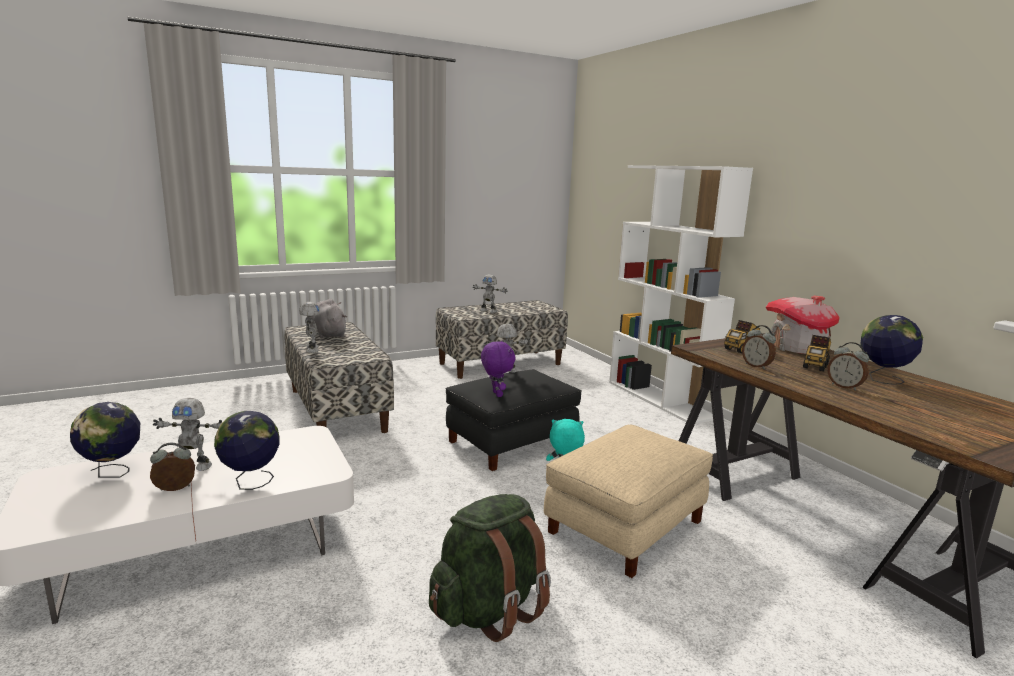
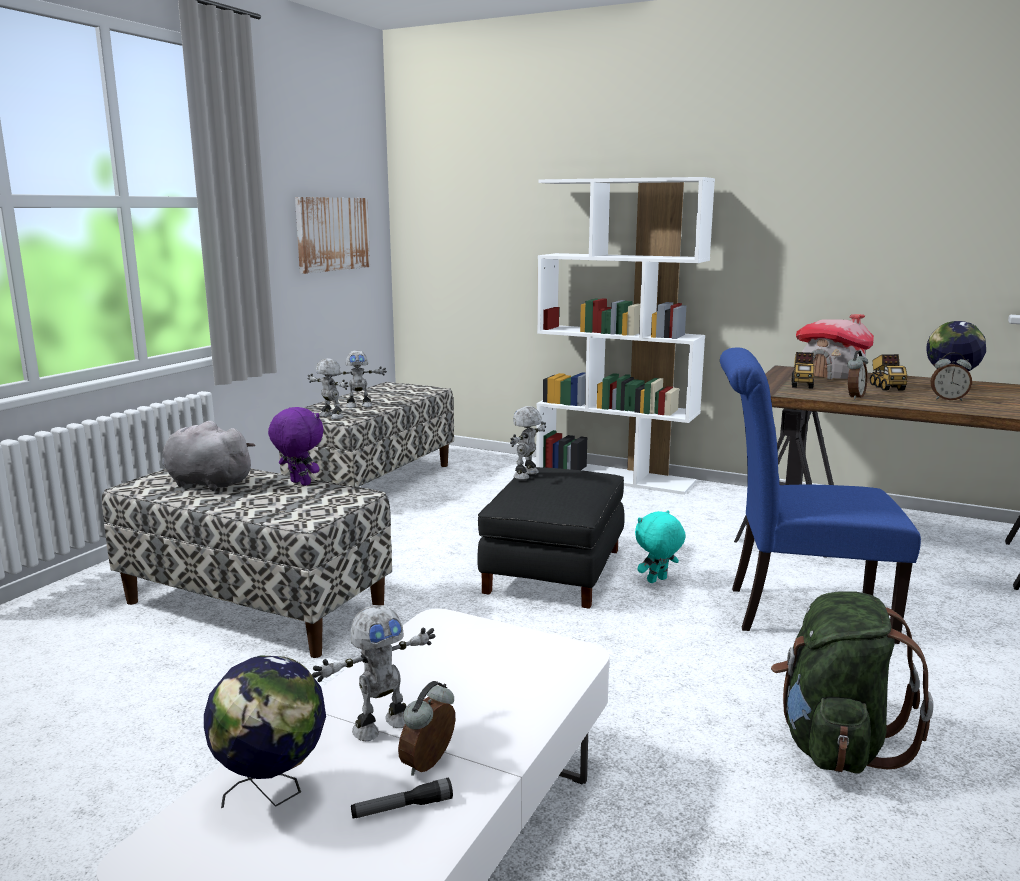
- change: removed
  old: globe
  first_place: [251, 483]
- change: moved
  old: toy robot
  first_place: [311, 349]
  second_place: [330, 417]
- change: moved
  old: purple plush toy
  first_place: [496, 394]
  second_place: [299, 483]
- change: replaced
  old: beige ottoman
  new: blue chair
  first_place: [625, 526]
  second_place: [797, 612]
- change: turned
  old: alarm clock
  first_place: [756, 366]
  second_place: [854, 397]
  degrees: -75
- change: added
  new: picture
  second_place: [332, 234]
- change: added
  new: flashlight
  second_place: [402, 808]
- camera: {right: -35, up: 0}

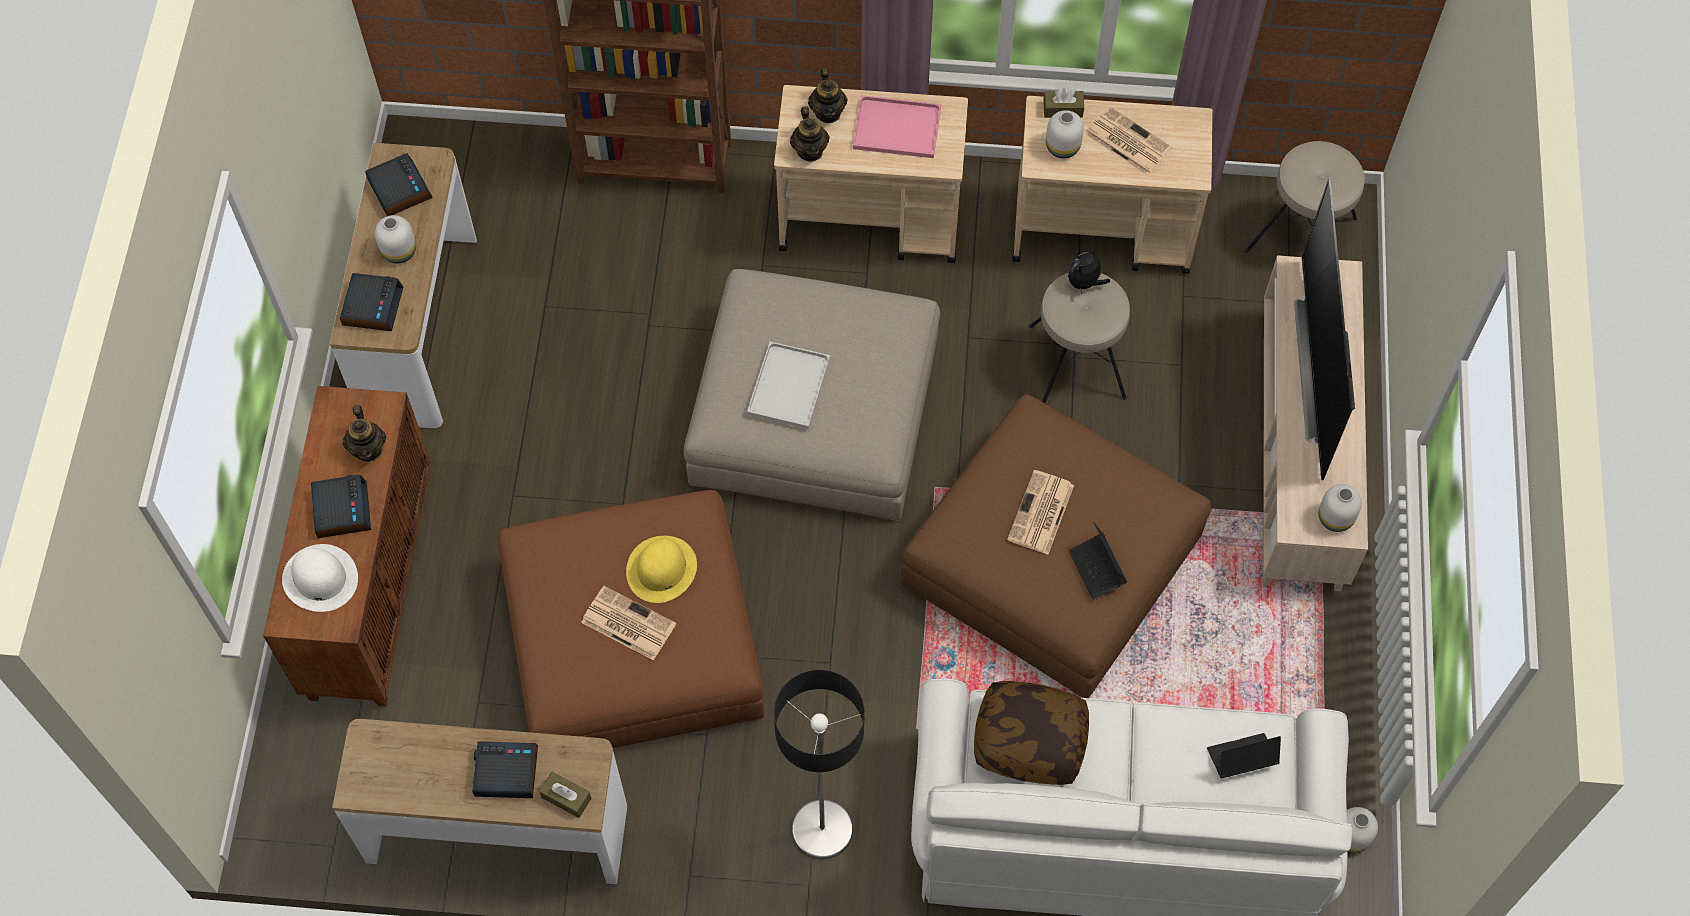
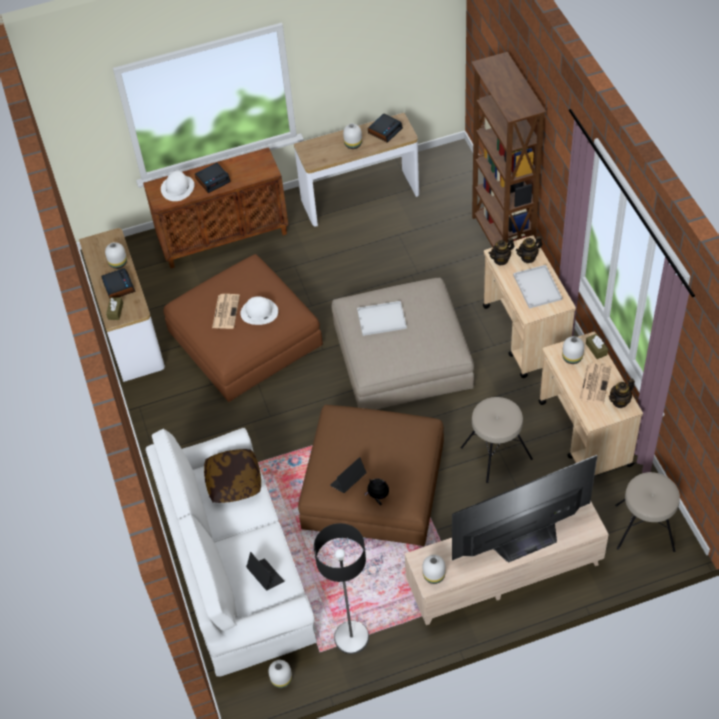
- change: removed
  old: alarm clock
  first_place: [372, 306]
- change: moved
  old: teapot
  first_place: [368, 449]
  second_place: [620, 401]
- change: recoloured
  old: yellow hat
  new: white hat
  first_place: [661, 569]
  second_place: [259, 312]
- change: moved
  old: floor lamp
  first_place: [821, 830]
  second_place: [351, 637]
- change: recoloured
  old: pink tray
  new: white tray
  first_place: [895, 129]
  second_place: [536, 286]
- change: removed
  old: newspaper
  first_place: [1041, 514]
- change: moved
  old: plush toy
  first_place: [1085, 283]
  second_place: [378, 496]
- change: added
  new: white vase
  second_place: [118, 263]
- camera: {right: 70, up: -10}

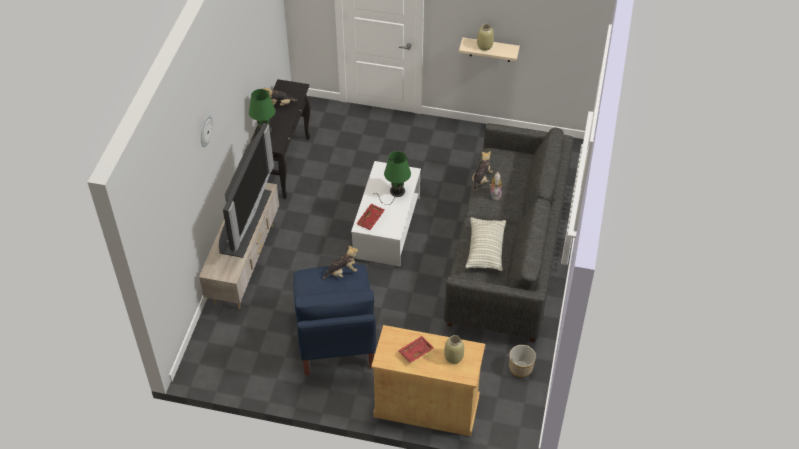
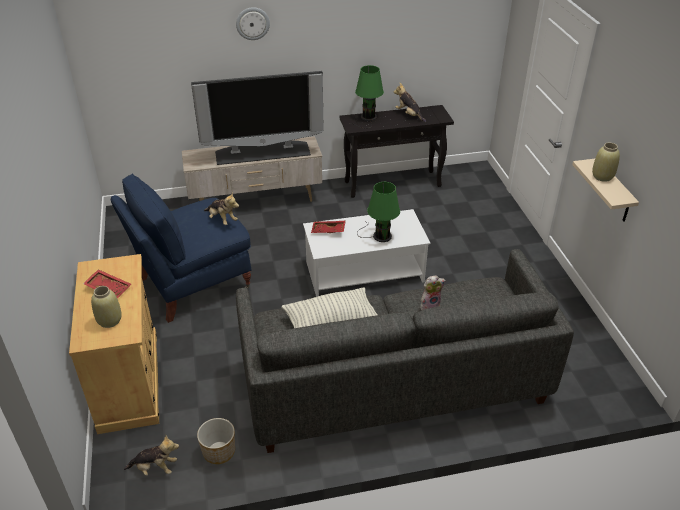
- change: moved
  old: plush toy
  first_place: [481, 180]
  second_place: [155, 468]
- camera: {right: 65, up: -10}

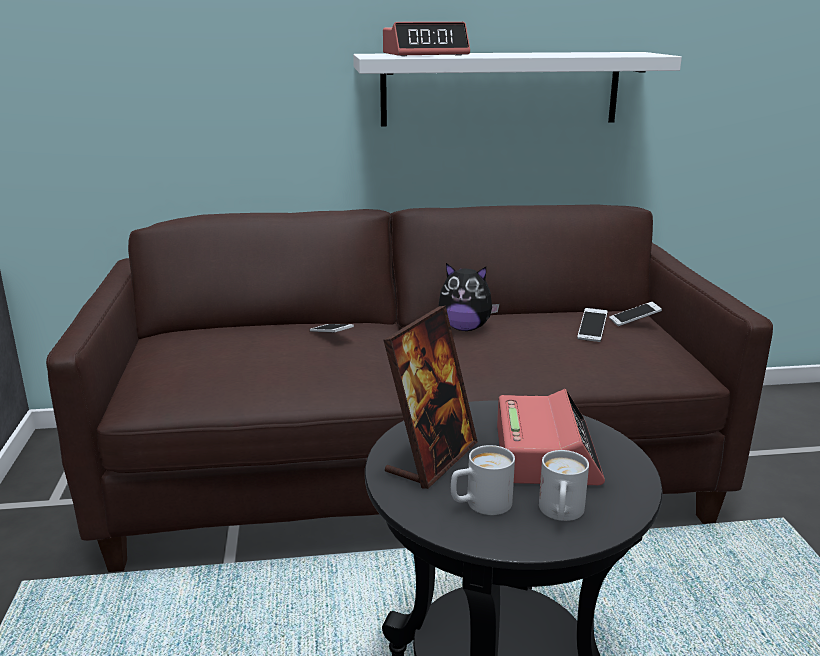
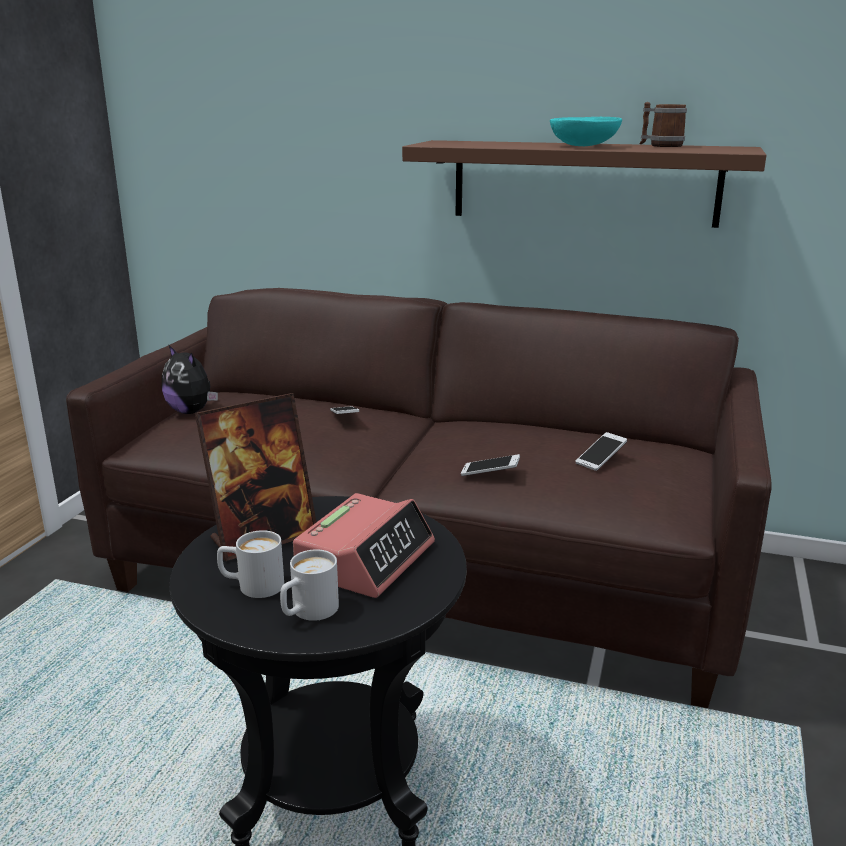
- change: recoloured
  old: white shelf
  new: brown shelf
  first_place: [500, 89]
  second_place: [584, 182]
- change: removed
  old: alarm clock
  first_place: [425, 54]
- change: moved
  old: plush toy
  first_place: [465, 328]
  second_place: [191, 411]
- change: moved
  old: phone
  first_place: [634, 321]
  second_place: [490, 473]
- change: added
  new: turquoise bowl
  second_place: [584, 146]
- change: added
  new: mug
  second_place: [660, 145]
- camera: {right: 25, up: 0}

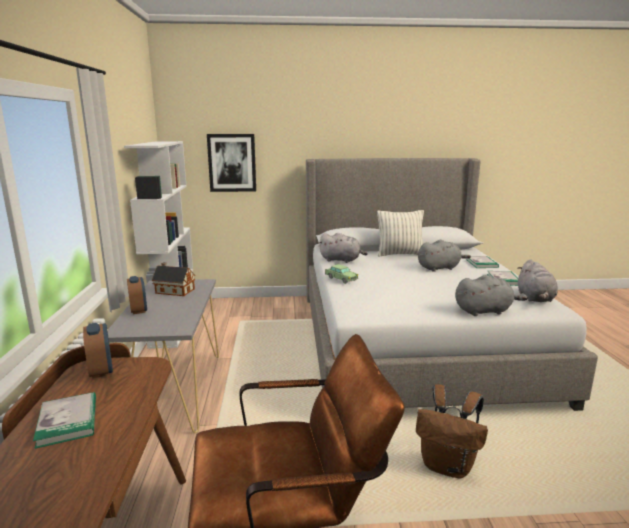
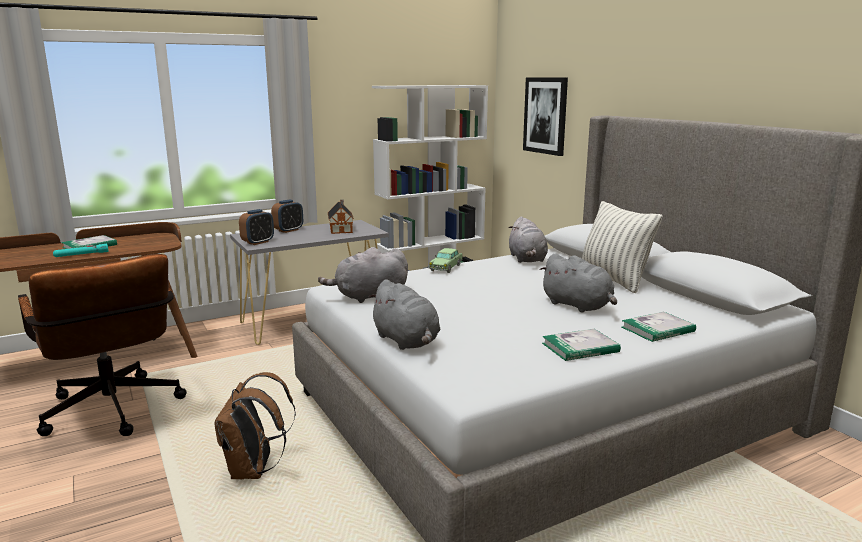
- change: moved
  old: alarm clock
  first_place: [101, 370]
  second_place: [258, 242]
- change: moved
  old: grey plush toy
  first_place: [535, 298]
  second_place: [368, 296]
- change: added
  new: turquoise flashlight
  second_place: [81, 254]
- camera: {right: 65, up: 0}

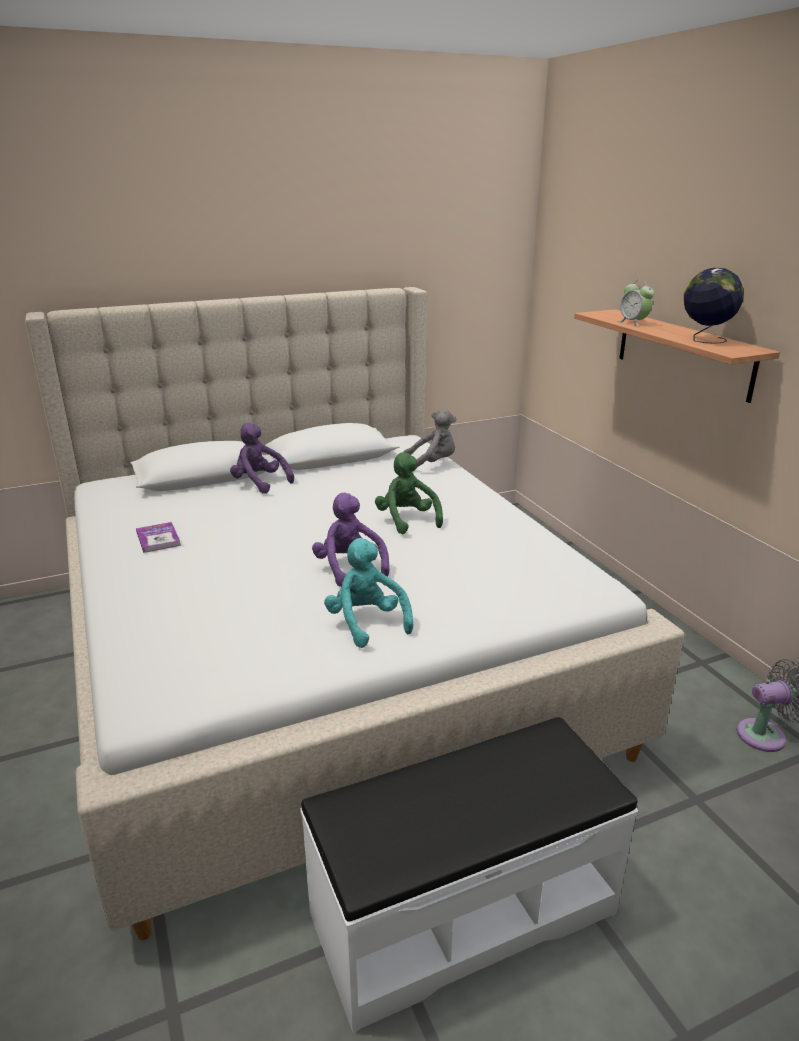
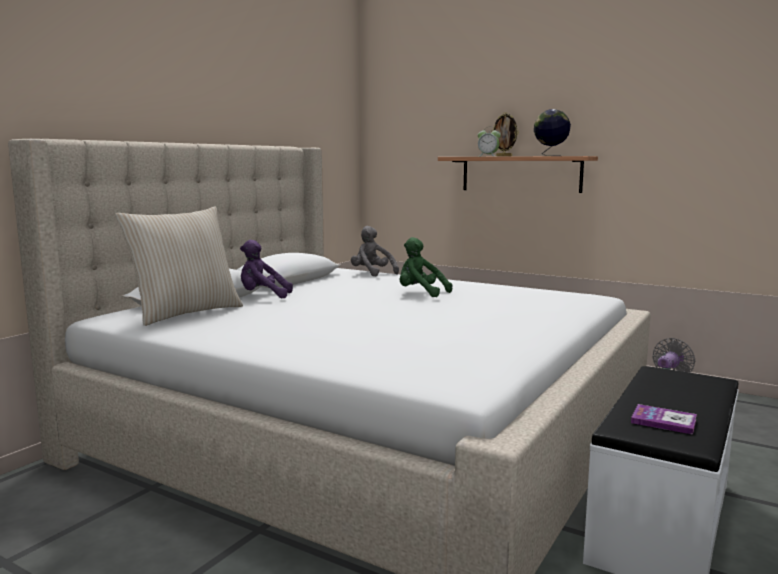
- change: moved
  old: book
  first_place: [158, 539]
  second_place: [663, 421]
- change: removed
  old: purple plush toy
  first_place: [349, 568]
- change: removed
  old: turquoise plush toy
  first_place: [366, 623]
- change: turned
  old: grey plush toy
  first_place: [432, 464]
  second_place: [372, 273]
  degrees: -90
- change: added
  new: beige pillow
  second_place: [185, 313]
- change: added
  new: picture frame
  second_place: [504, 156]
- camera: {right: -35, up: -15}

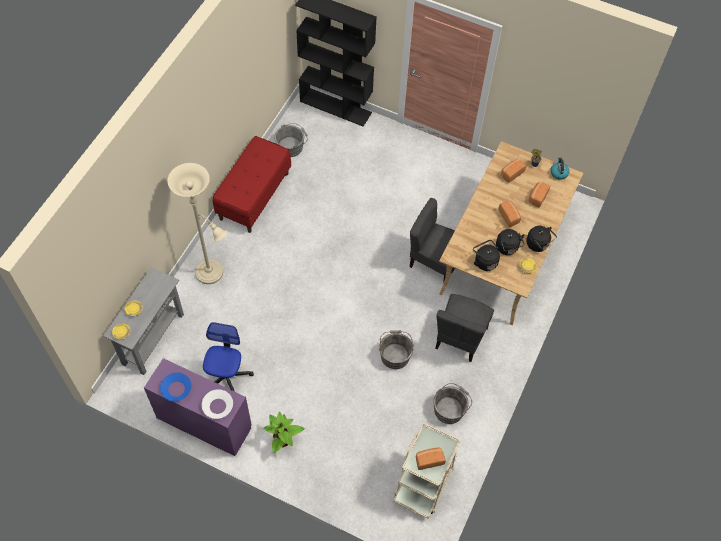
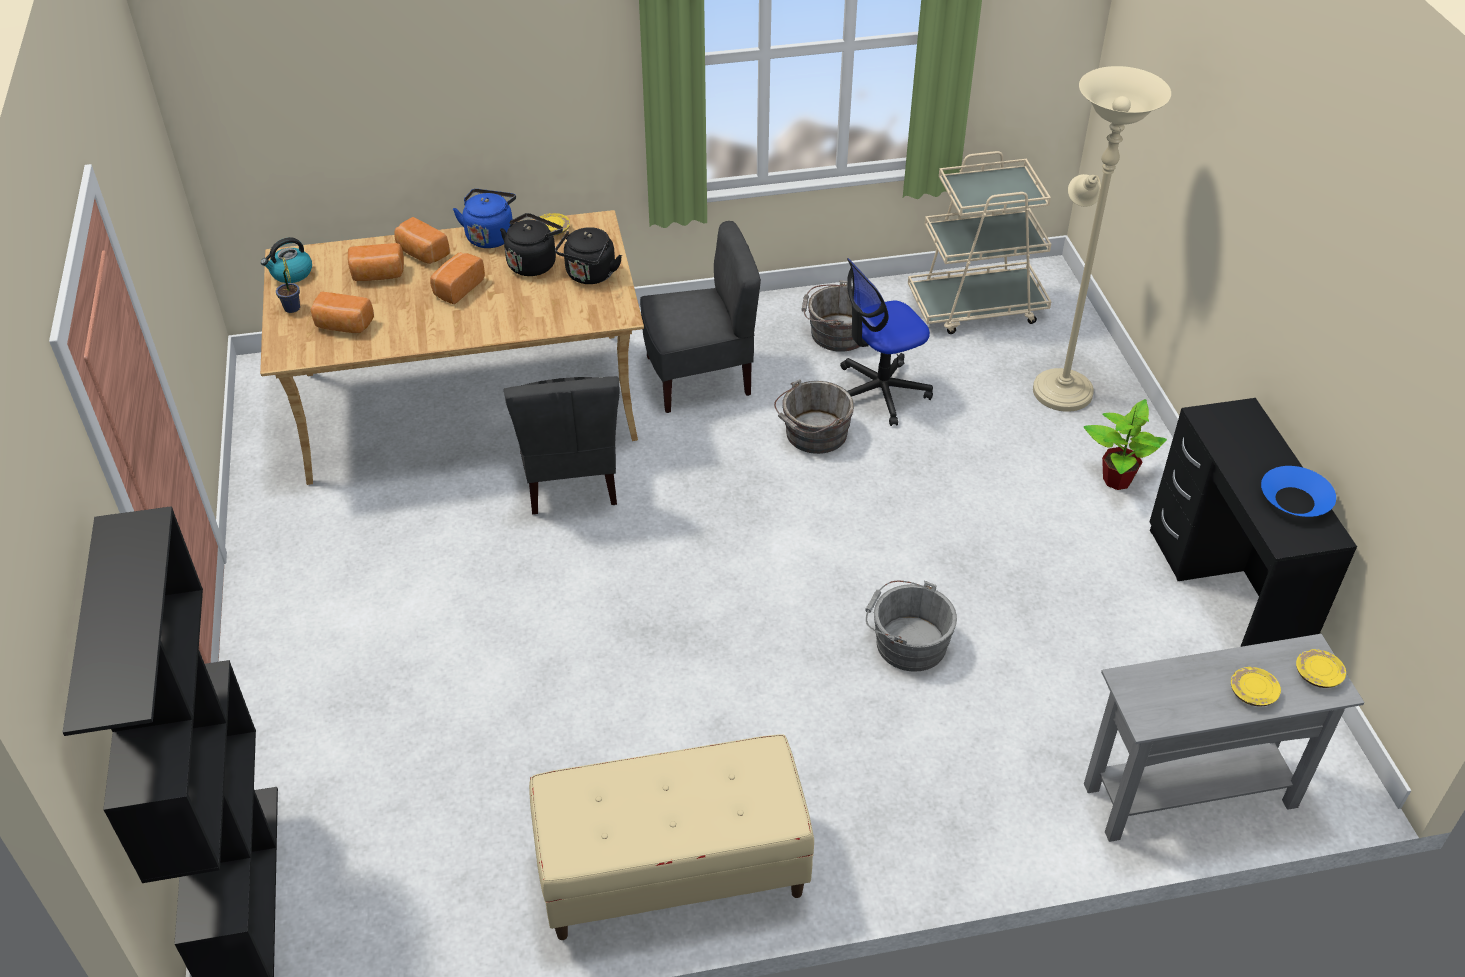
- change: recoloured
  old: purple desk
  new: black desk
  first_place: [204, 423]
  second_place: [1223, 597]
- change: moved
  old: beige floor lamp
  first_place: [212, 274]
  second_place: [1060, 386]
- change: removed
  old: white bowl
  first_place: [218, 406]
- change: moved
  old: office chair
  first_place: [226, 376]
  second_place: [879, 392]
- change: recoloured
  old: red bench
  new: beige bench
  first_place: [254, 196]
  second_place: [672, 872]
- change: moved
  old: grey bucket
  first_place: [291, 146]
  second_place: [906, 642]
- change: moved
  old: bread
  first_place: [429, 460]
  second_place: [421, 253]
- change: recoloured
  old: black kettle
  new: blue kettle
  first_place: [538, 245]
  second_place: [490, 236]
- camera: {right: -125, up: -15}

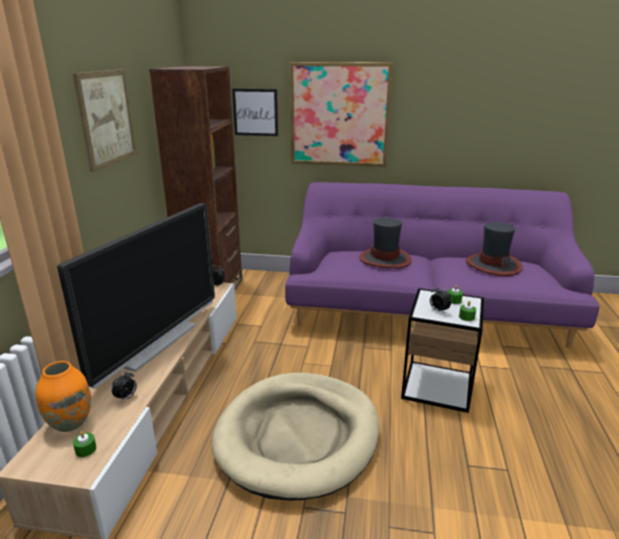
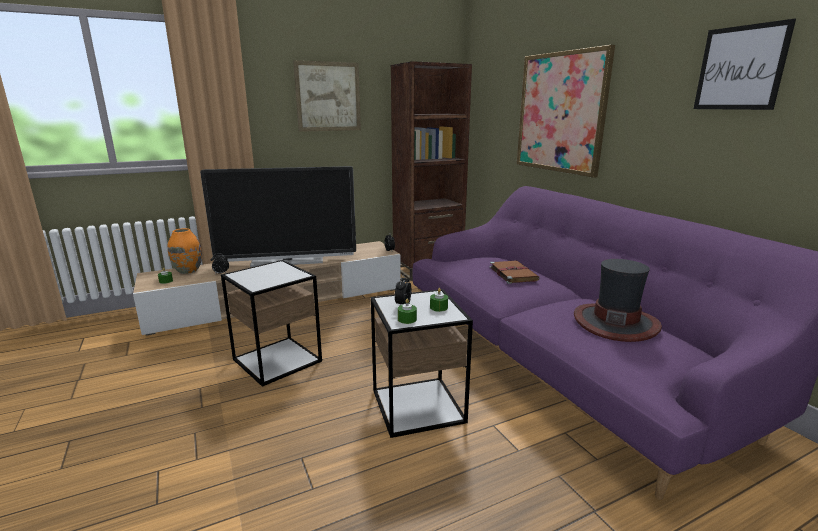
- change: replaced
  old: beige dog bed
  new: side table
  first_place: [298, 436]
  second_place: [277, 360]
- change: moved
  old: picture
  first_place: [255, 112]
  second_place: [740, 68]
- change: replaced
  old: hat
  new: brown book
  first_place: [385, 259]
  second_place: [512, 273]
- camera: {right: 55, up: -5}

